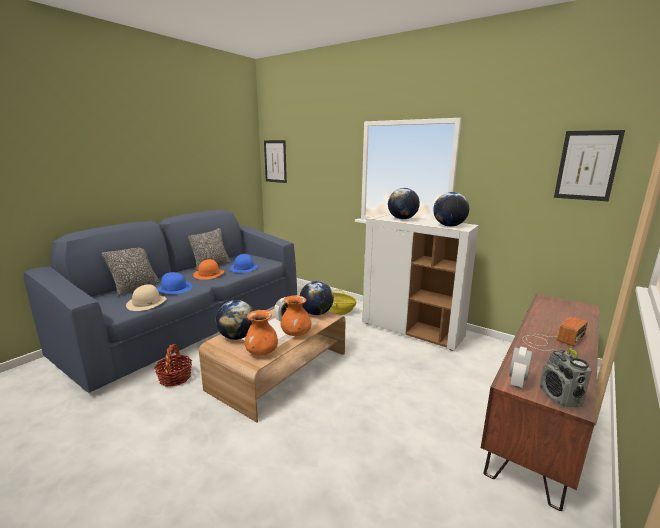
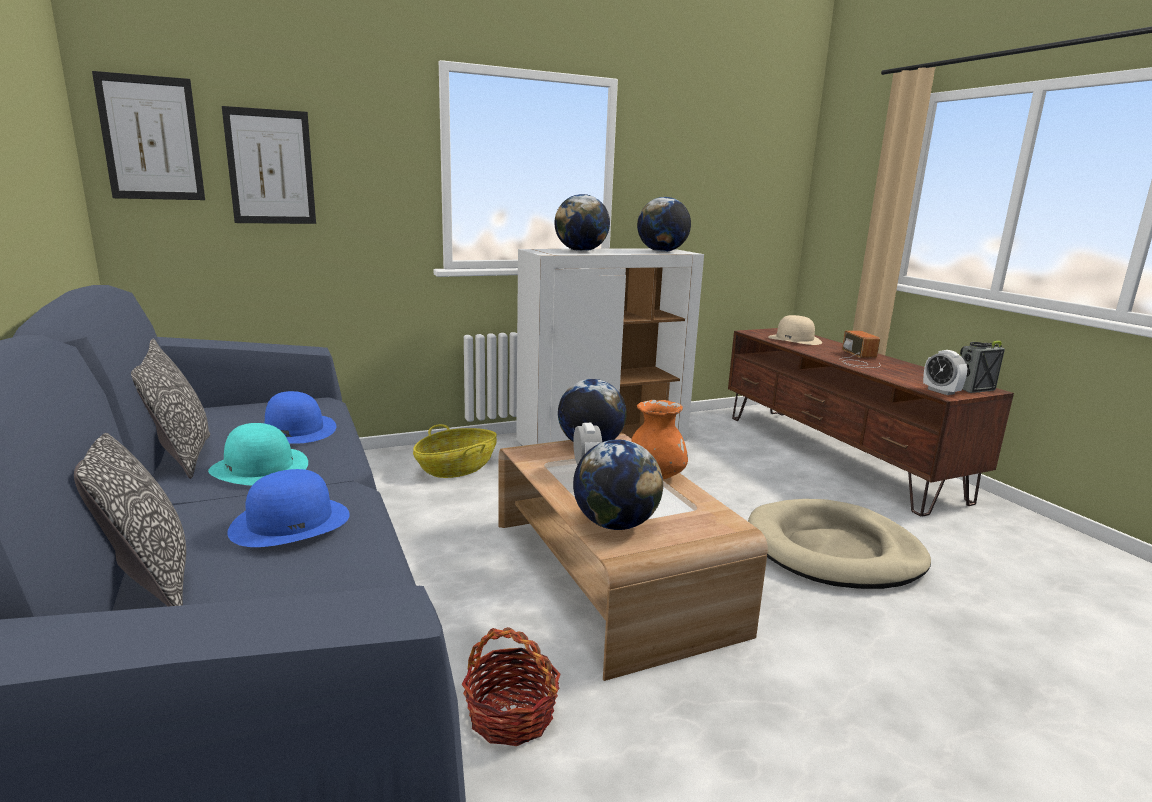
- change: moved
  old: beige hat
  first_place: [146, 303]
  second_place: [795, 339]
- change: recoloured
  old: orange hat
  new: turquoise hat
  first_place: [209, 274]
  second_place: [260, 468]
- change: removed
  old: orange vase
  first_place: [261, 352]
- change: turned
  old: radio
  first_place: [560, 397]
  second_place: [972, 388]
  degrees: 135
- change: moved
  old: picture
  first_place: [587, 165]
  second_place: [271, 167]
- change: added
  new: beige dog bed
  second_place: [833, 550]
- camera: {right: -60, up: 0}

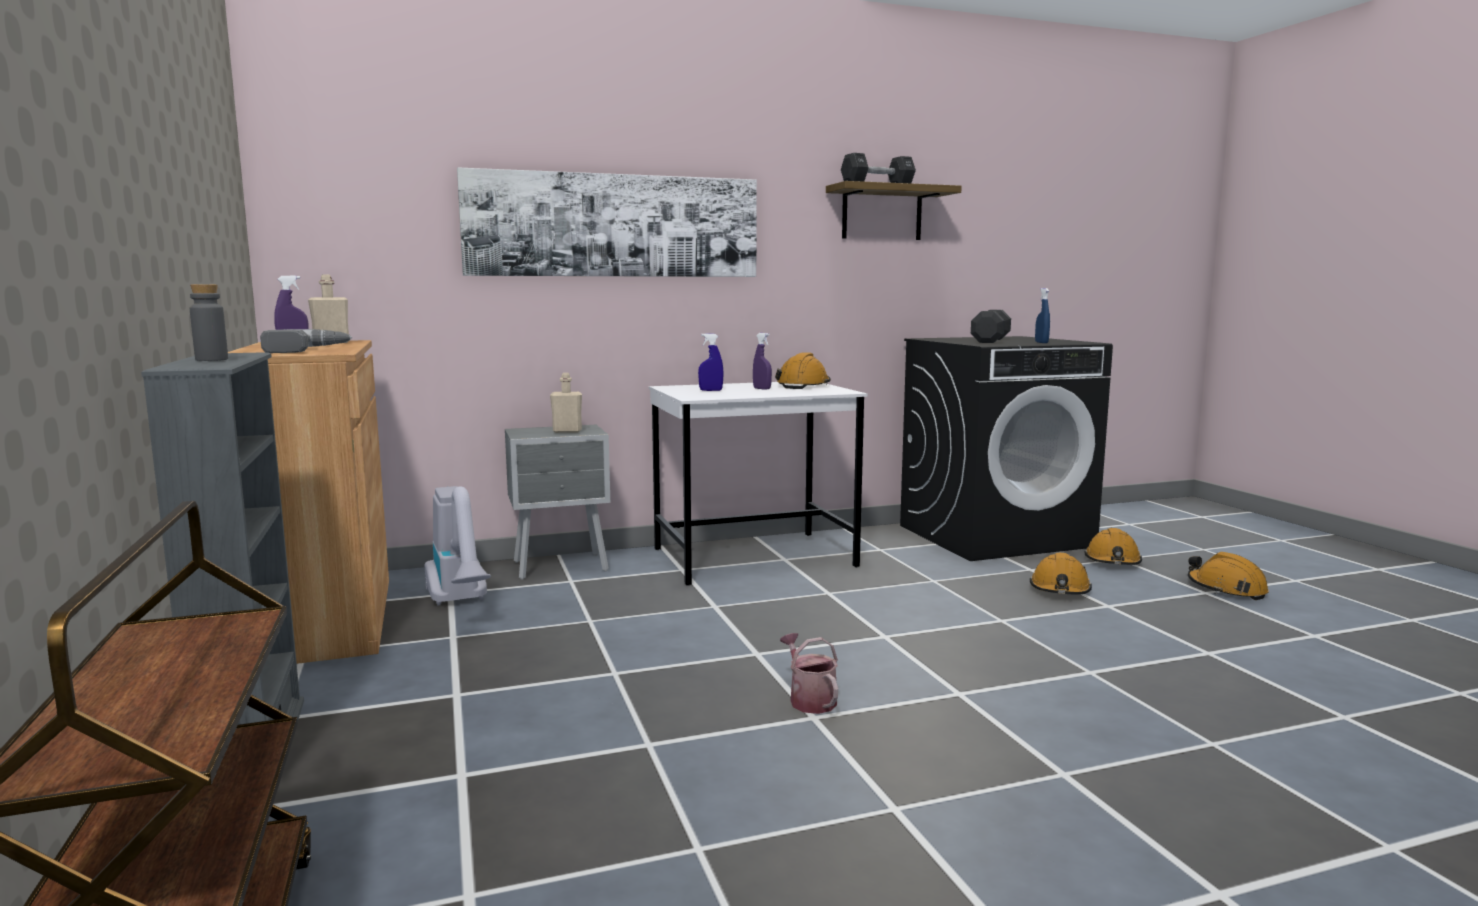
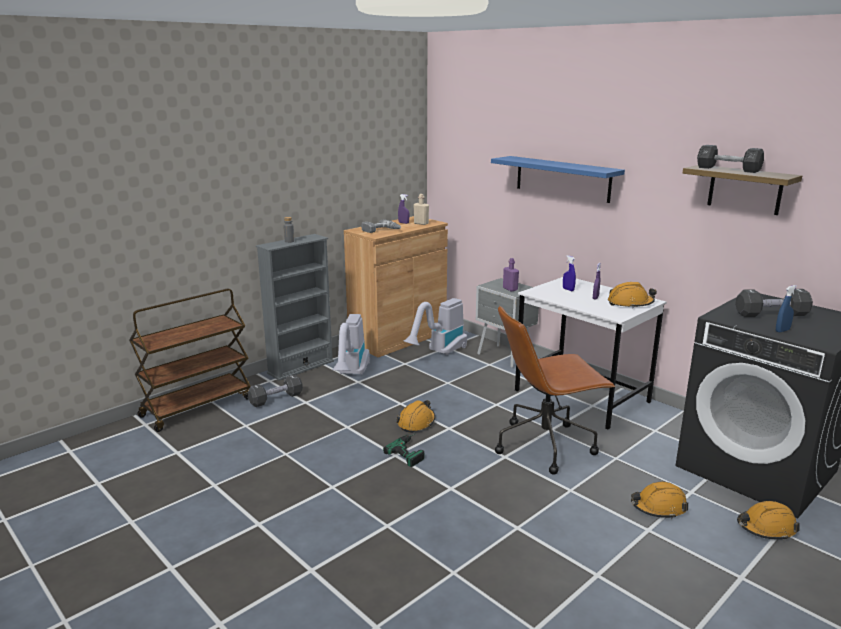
- change: replaced
  old: picture
  new: blue shelf
  first_place: [614, 226]
  second_place: [562, 178]
- change: recoloured
  old: beige bottle
  new: purple bottle
  first_place: [567, 431]
  second_place: [510, 289]
- change: replaced
  old: watering can
  new: power drill
  first_place: [809, 699]
  second_place: [411, 451]
- change: moved
  old: orange hard hat
  first_place: [1226, 589]
  second_place: [416, 422]
- change: added
  new: black dumbbell
  second_place: [276, 399]
- change: added
  new: vacuum cleaner
  second_place: [351, 374]
- change: added
  new: brown office chair
  second_place: [546, 445]
- camera: {right: 65, up: 10}

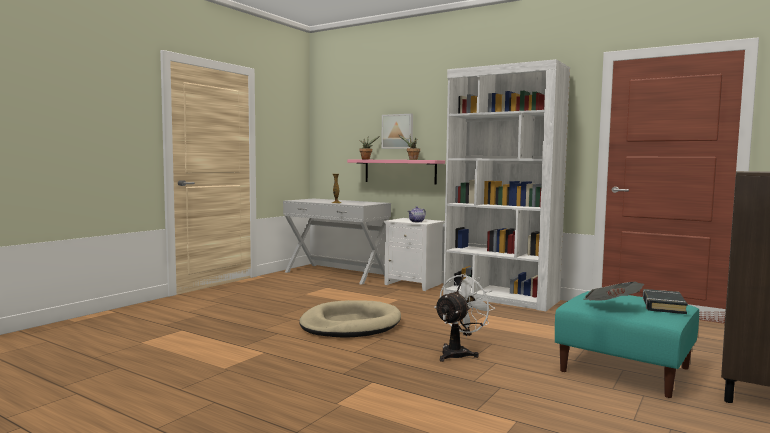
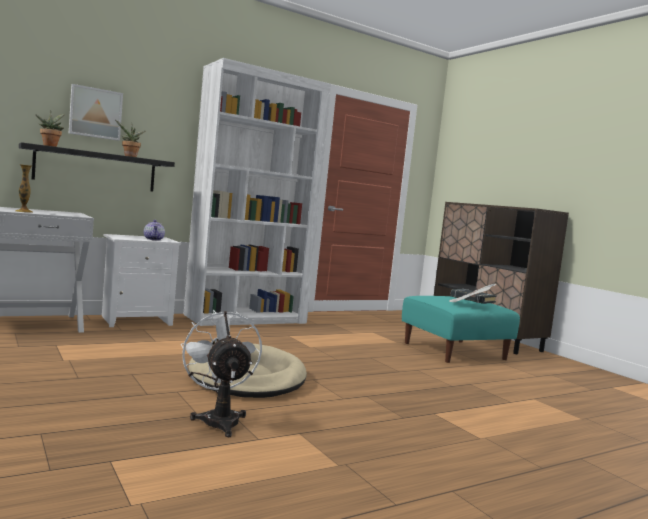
- change: recoloured
  old: pink shelf
  new: black shelf
  first_place: [400, 171]
  second_place: [96, 169]
- change: moved
  old: white fan
  first_place: [458, 353]
  second_place: [219, 419]
- camera: {right: -65, up: 0}

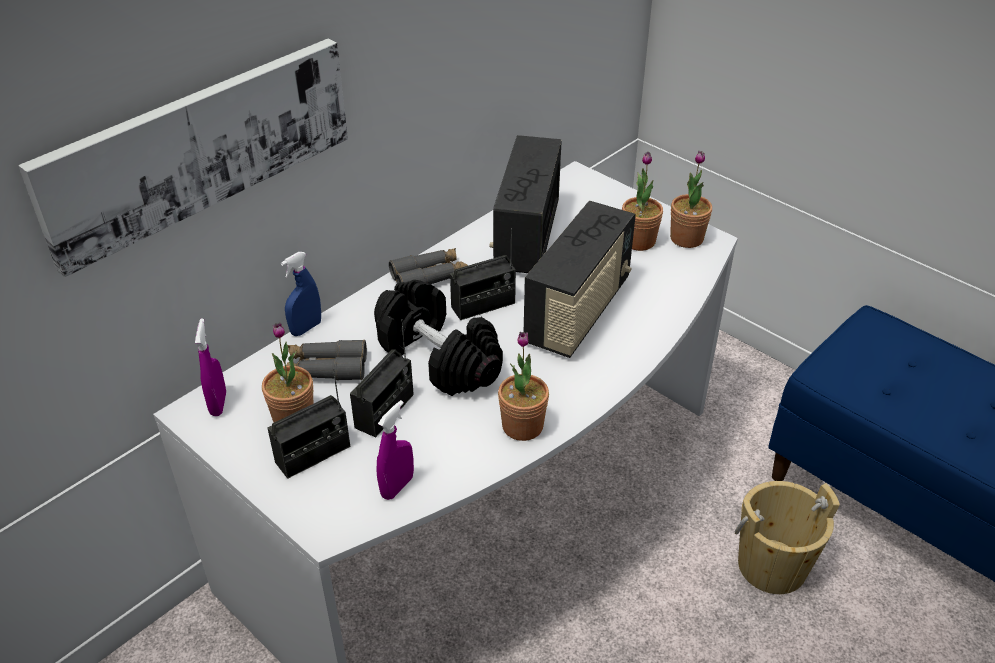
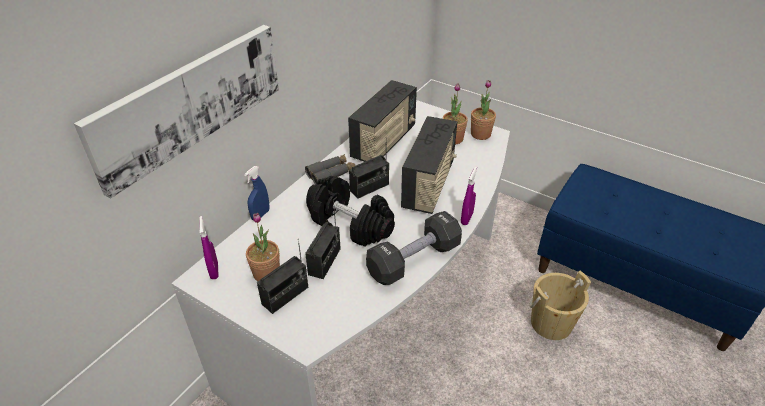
- change: removed
  old: grey binoculars
  first_place: [326, 368]
- change: moved
  old: purple spray bottle
  first_place: [397, 487]
  second_place: [466, 218]
- change: turned
  old: radio
  first_place: [525, 236]
  second_place: [384, 142]
  degrees: -150
- change: replaced
  old: potted plant
  new: black dumbbell
  first_place: [522, 426]
  second_place: [414, 260]
- camera: {right: -10, up: 0}

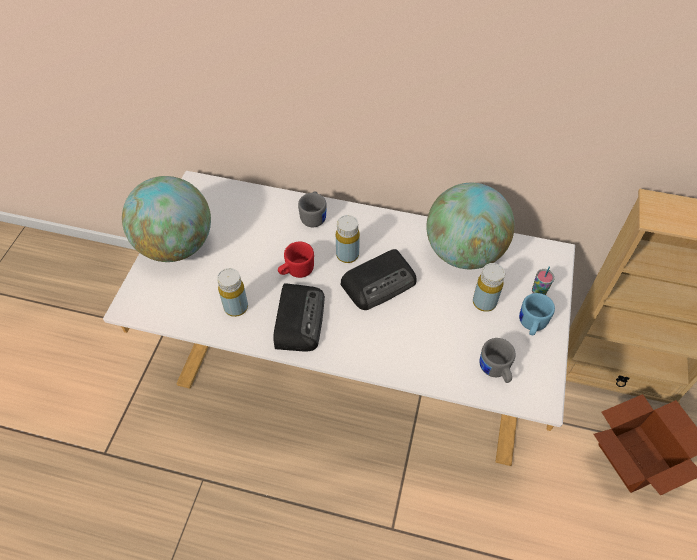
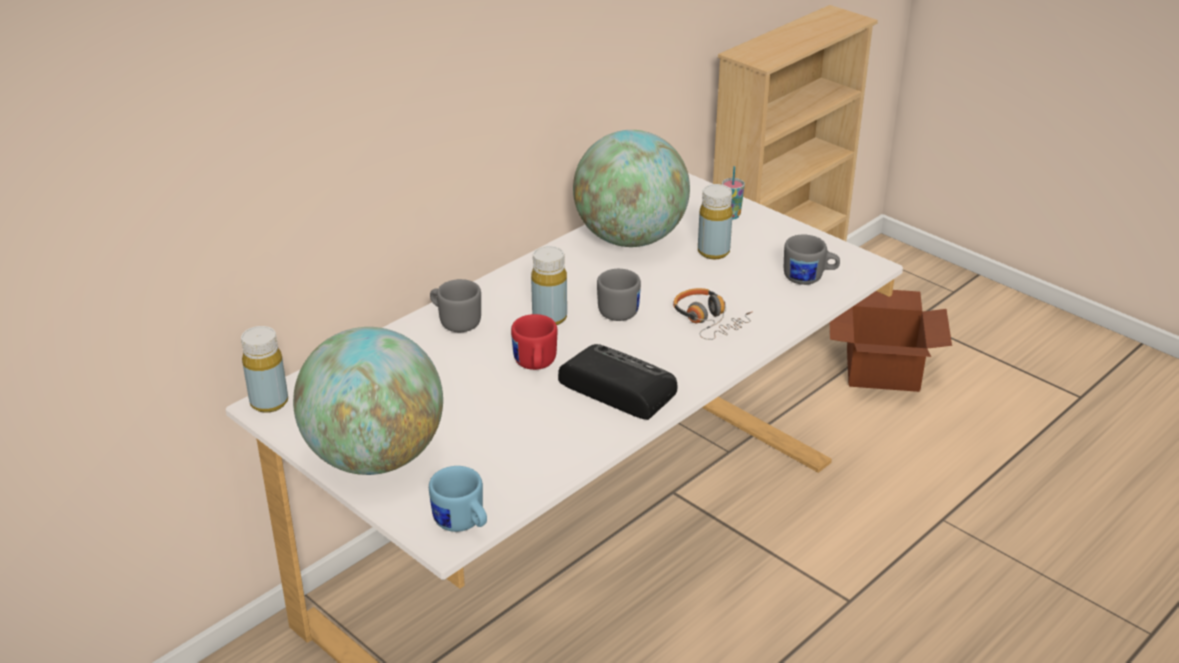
- change: moved
  old: yellow bottle
  first_place: [236, 307]
  second_place: [269, 402]
- change: replaced
  old: radio
  new: grey mug
  first_place: [380, 282]
  second_place: [618, 309]
- change: moved
  old: blue mug
  first_place: [531, 325]
  second_place: [462, 524]
- change: added
  new: headphones
  second_place: [709, 321]
- camera: {right: -60, up: -20}

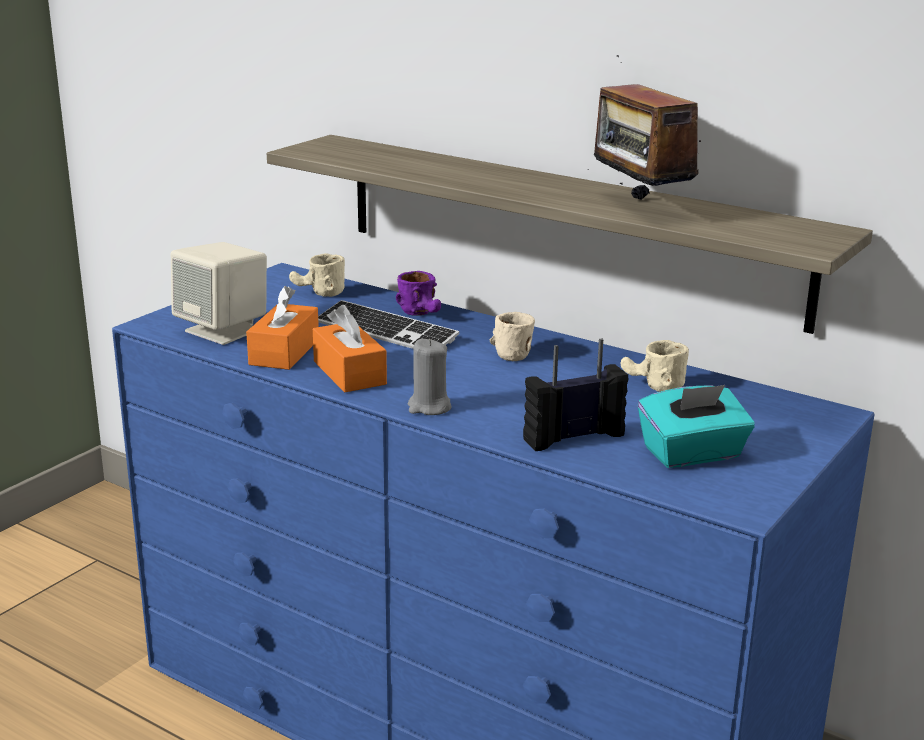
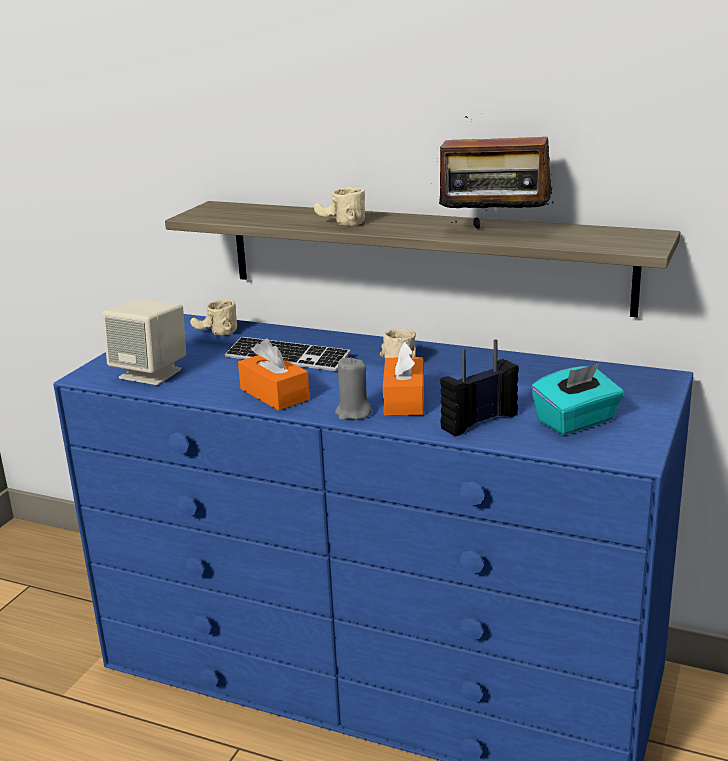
- change: moved
  old: orange tissue box
  first_place: [284, 352]
  second_place: [404, 400]
- change: removed
  old: purple mug
  first_place: [424, 314]
- change: turned
  old: radio
  first_place: [638, 206]
  second_place: [495, 232]
  degrees: -45
- change: moved
  old: beige mug
  first_place: [652, 386]
  second_place: [340, 224]
- camera: {right: -10, up: 0}

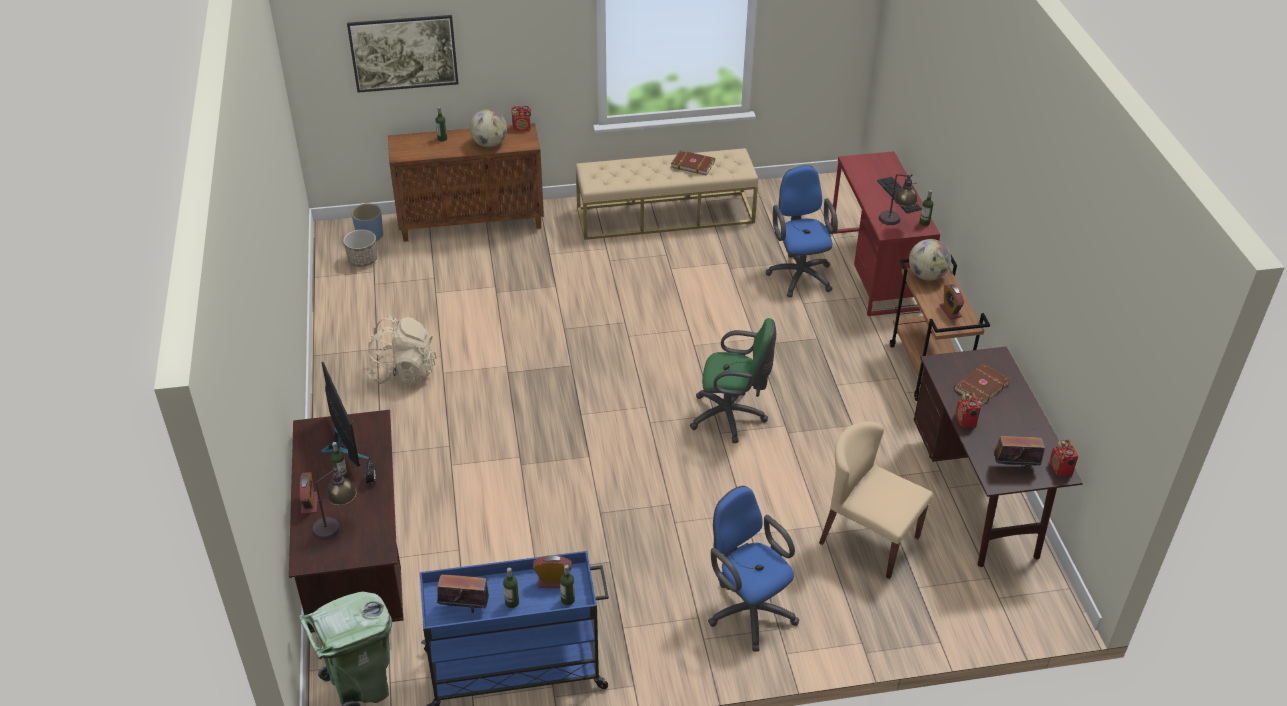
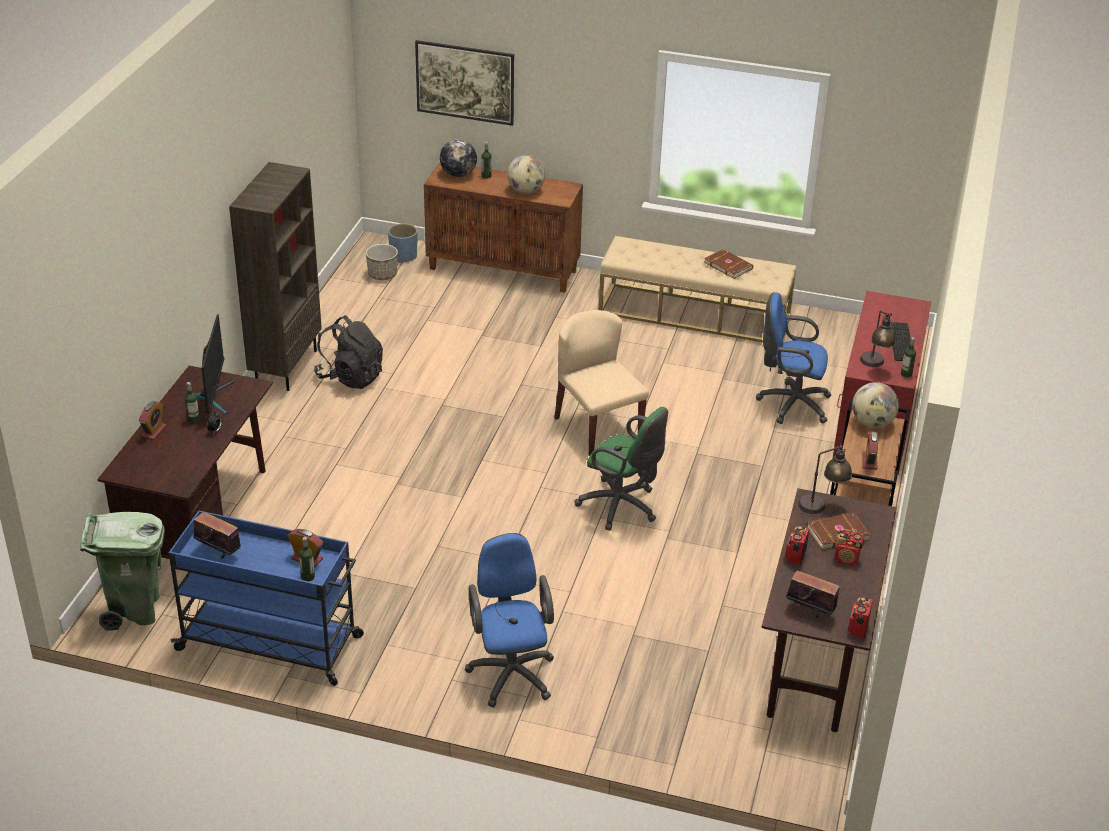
- change: moved
  old: table lamp
  first_place: [337, 525]
  second_place: [822, 505]
- change: recoloured
  old: beige backpack
  new: black backpack
  first_place: [404, 372]
  second_place: [350, 377]
- change: removed
  old: bottle
  first_place: [512, 602]
- change: moved
  old: radio
  first_place: [522, 128]
  second_place: [846, 559]
- change: turned
  old: blue office chair
  first_place: [799, 274]
  second_place: [790, 404]
  degrees: -90
- change: moved
  old: beige chair
  first_place: [868, 539]
  second_place: [597, 428]
- change: added
  new: brown bookcase
  second_place: [286, 367]
- change: added
  new: globe
  second_place: [458, 174]
- camera: {right: 25, up: -5}

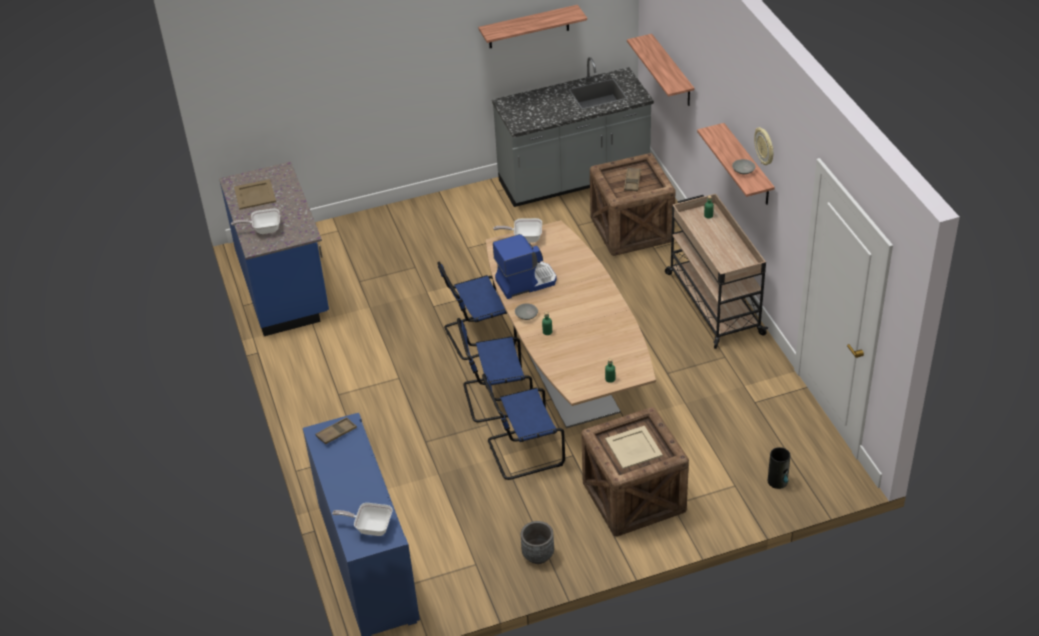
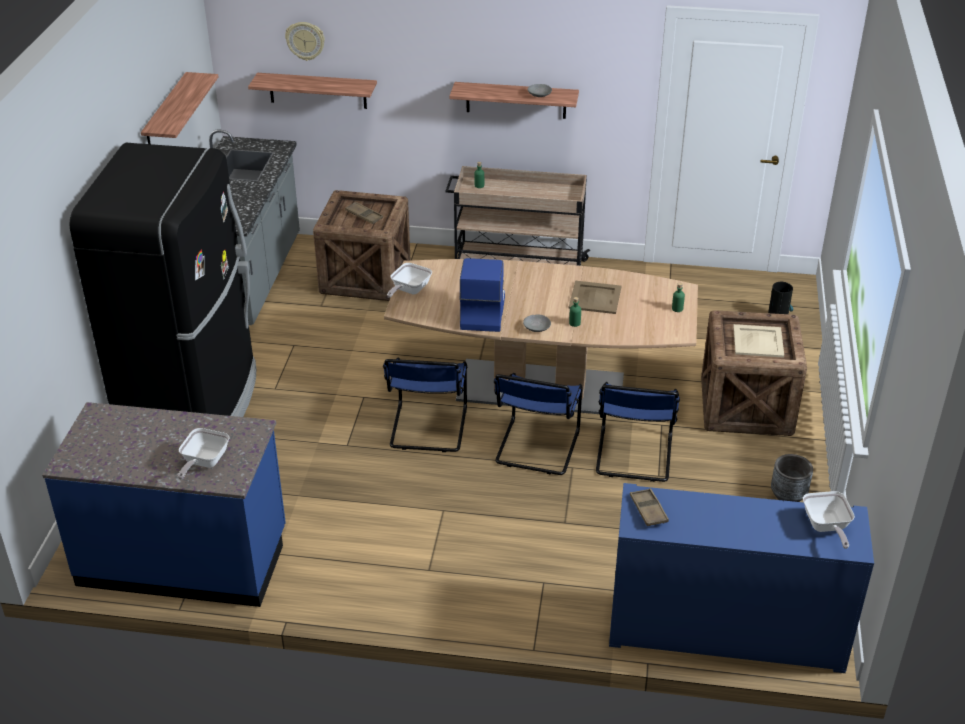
- change: moved
  old: beige tray
  first_place: [254, 195]
  second_place: [595, 298]
- change: turned
  old: frying pan
  first_place: [370, 527]
  second_place: [826, 527]
  degrees: -45
- change: moved
  old: wall clock
  first_place: [765, 146]
  second_place: [305, 40]
- change: added
  new: black fridge
  second_place: [193, 407]
- camera: {right: -65, up: -5}

